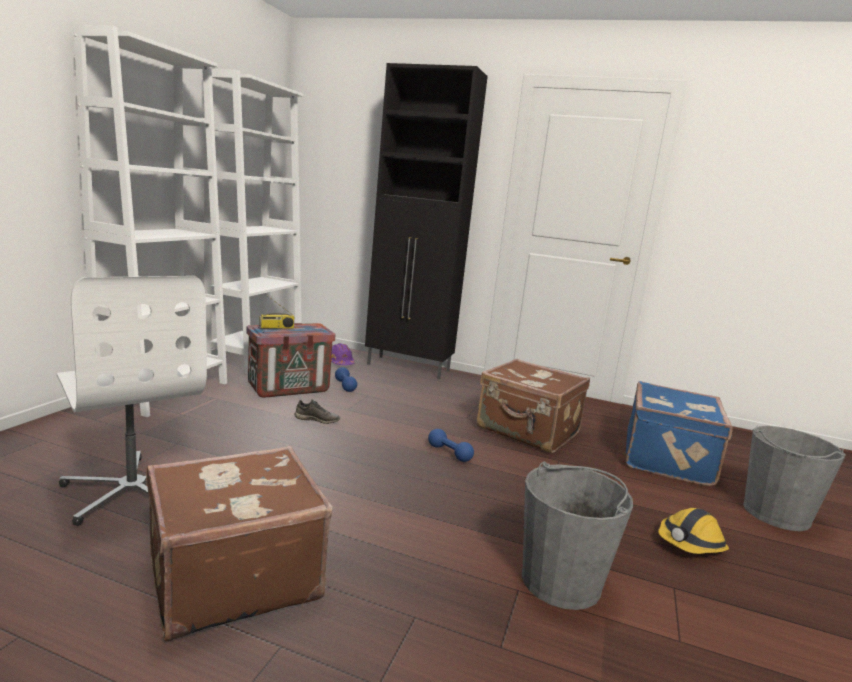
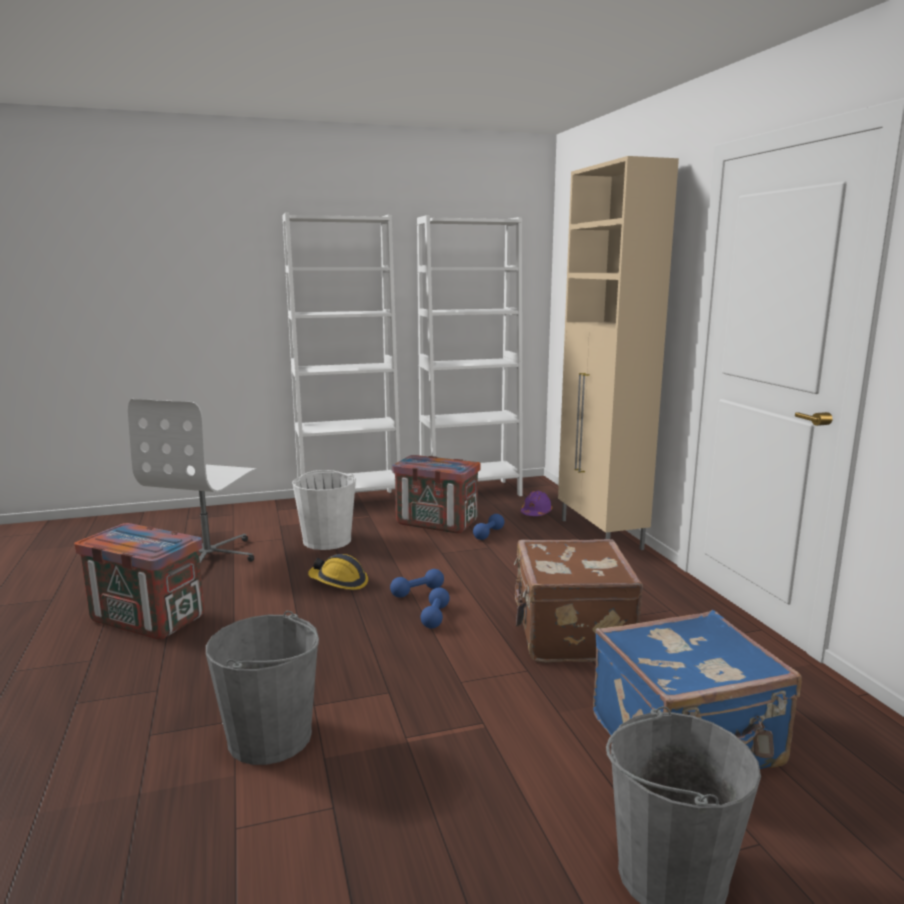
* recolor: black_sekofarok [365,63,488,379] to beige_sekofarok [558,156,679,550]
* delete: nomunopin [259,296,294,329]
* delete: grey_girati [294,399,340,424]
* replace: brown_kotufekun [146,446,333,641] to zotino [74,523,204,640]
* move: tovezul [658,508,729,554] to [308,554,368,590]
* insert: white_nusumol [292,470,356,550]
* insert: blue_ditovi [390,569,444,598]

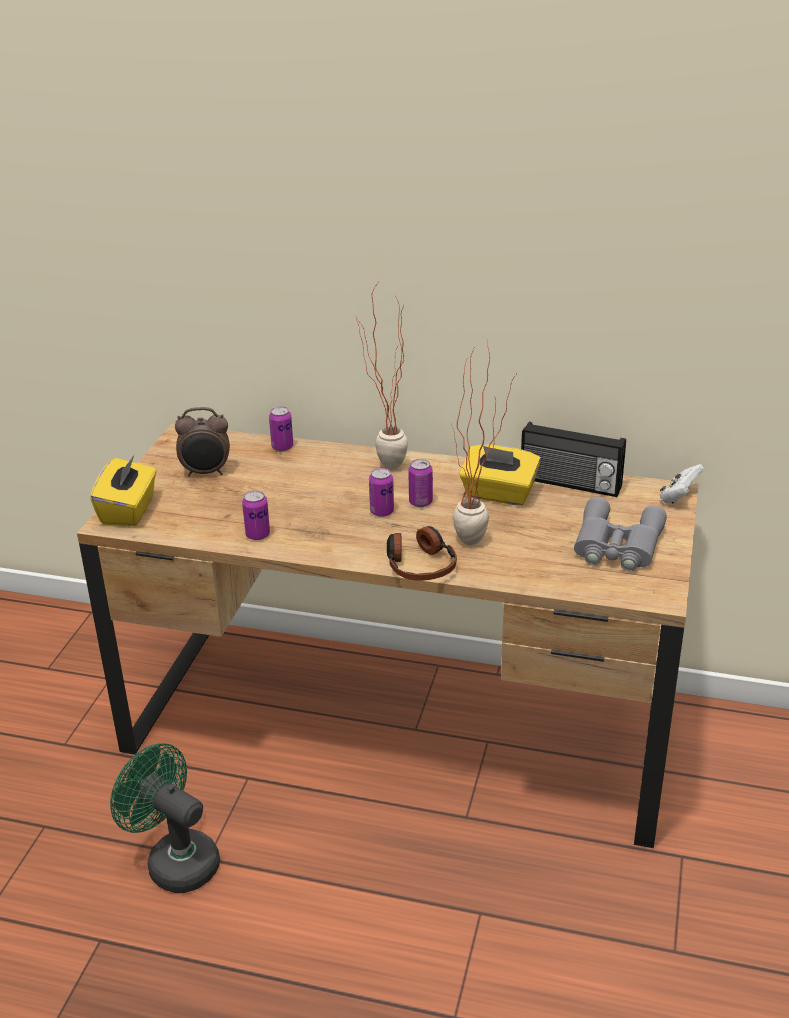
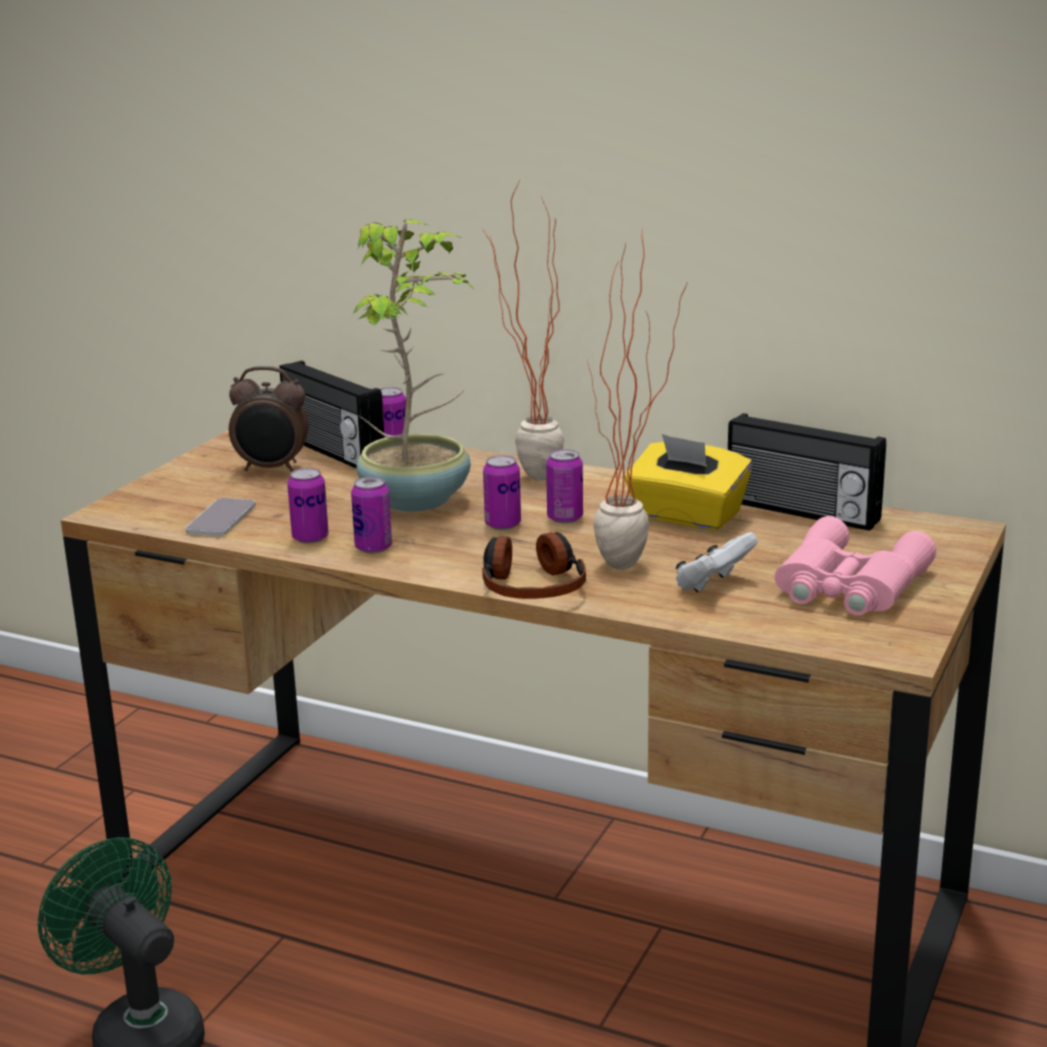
* delete: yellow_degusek [90,455,157,526]
* move: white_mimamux [660,464,704,504] to [676,532,758,592]
* recolor: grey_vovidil [574,497,667,571] to pink_vovidil [775,516,936,615]
* insert: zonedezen [352,219,474,512]
* insert: nomunopin [279,361,385,469]
* insert: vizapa [351,476,392,553]
* insert: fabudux [185,498,255,536]

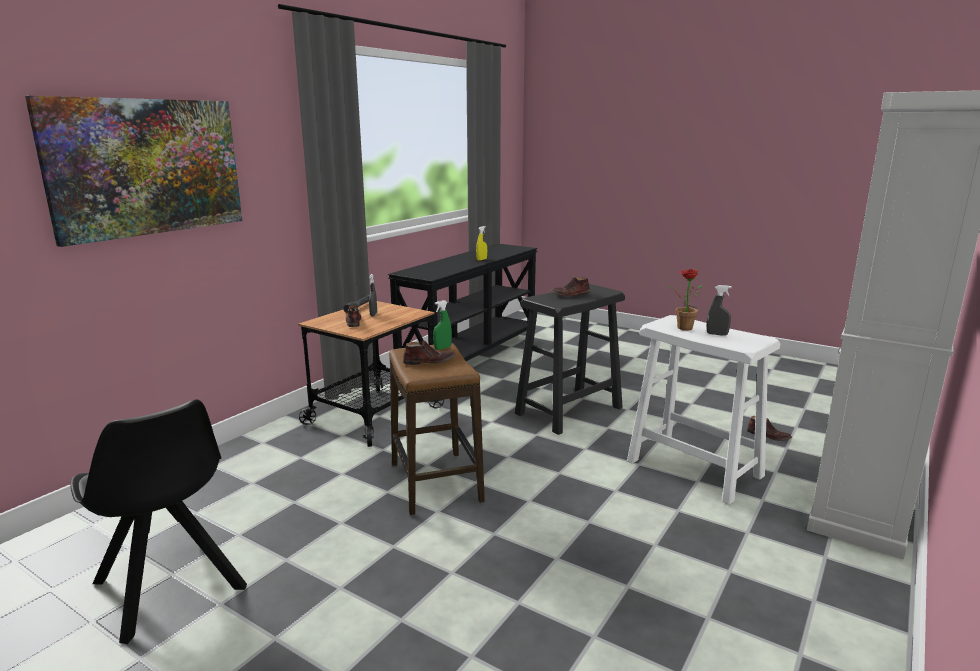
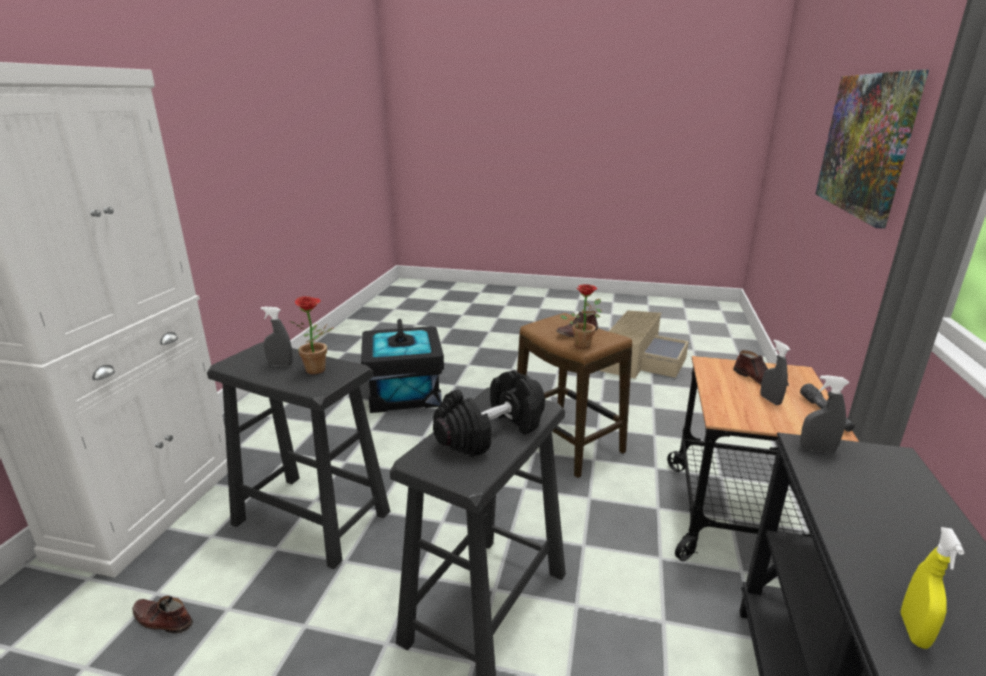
* replace: brown_girati [551,277,590,297] to black_ditovi [433,370,545,457]
* replace: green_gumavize [433,300,452,350] to zonedezen [560,284,602,349]
* recolor: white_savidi [627,315,780,505] to black_savidi [207,342,391,569]
* replace: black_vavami [70,399,247,644] to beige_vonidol [600,310,689,379]
* insert: black_vonidol [361,319,444,413]
* insert: grey_gumavize [800,375,849,453]

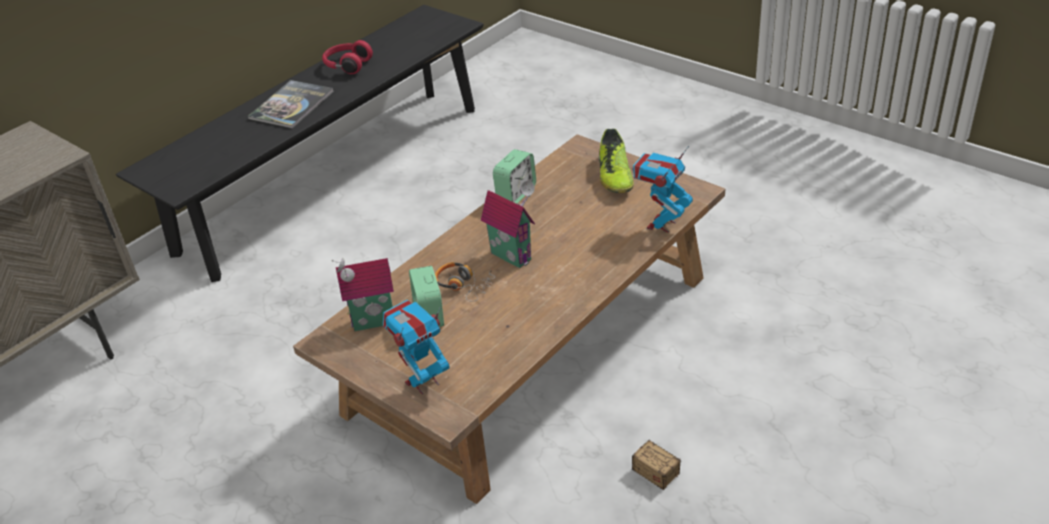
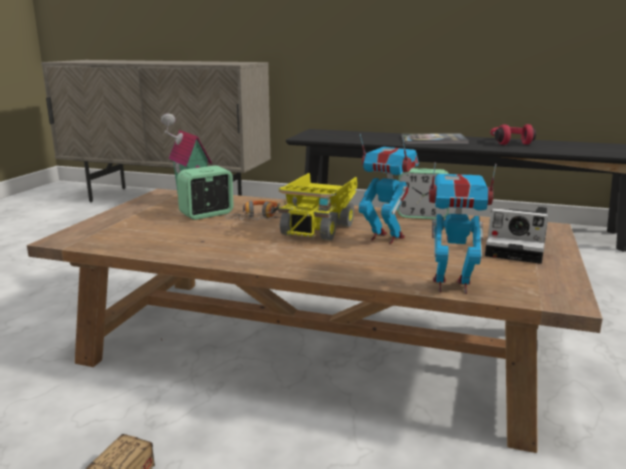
* replace: girati [599,129,634,193] to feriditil [485,207,548,264]
* replace: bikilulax [481,181,535,268] to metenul [278,173,357,241]
* move: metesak [383,300,450,395] to [359,134,419,244]

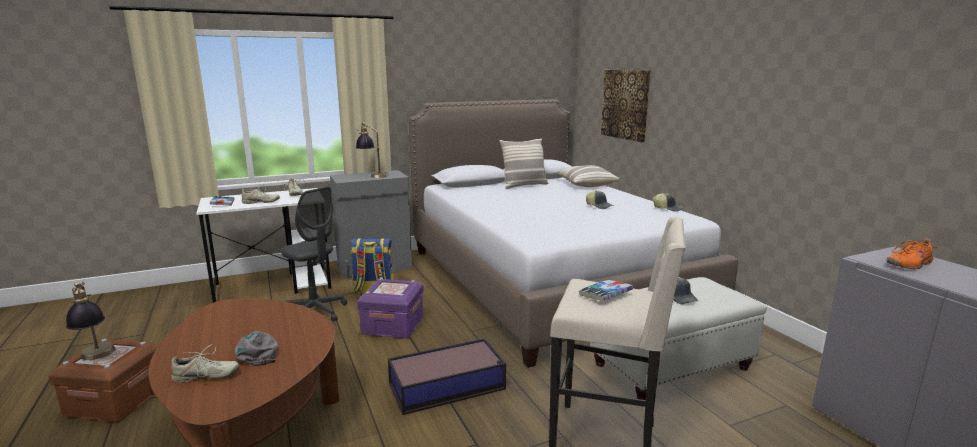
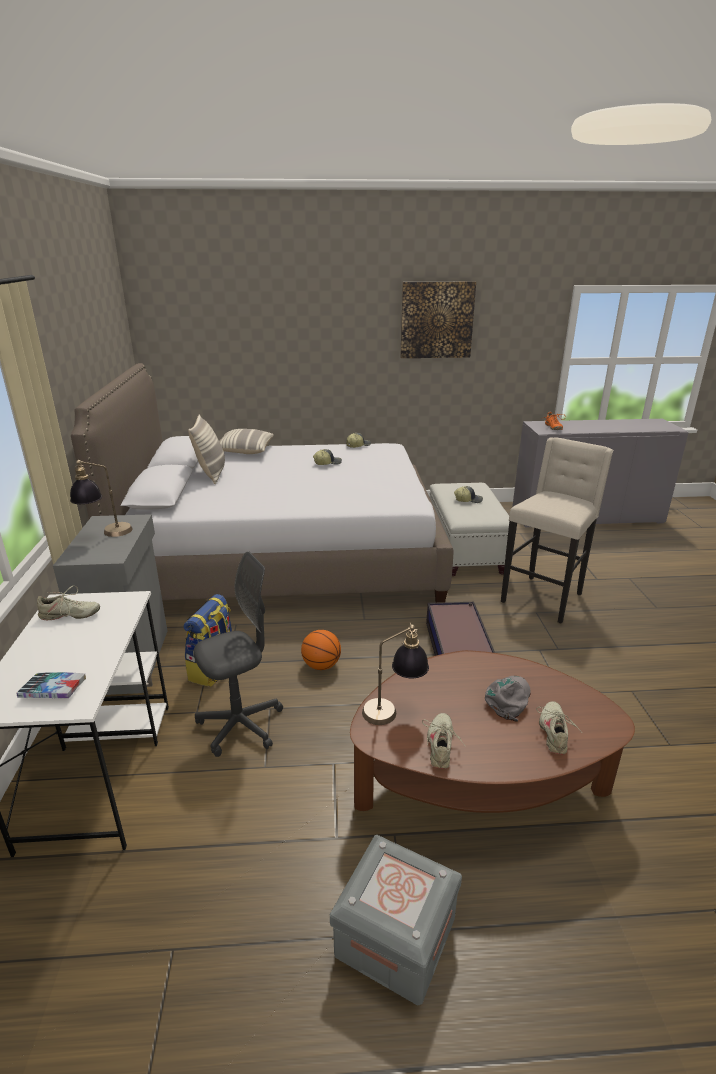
* move: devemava [601,70,651,142] to [400,282,476,358]
* move: beige_girati [241,185,280,204] to [422,713,465,769]
* replace: purple_vonidol [357,278,424,338] to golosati [301,630,341,670]
* delete: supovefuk [579,280,633,301]
* move: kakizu [66,282,115,360] to [362,623,429,725]
* rotate: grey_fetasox [235,331,278,366] = [485,676,531,722] 120 degrees clockwise
* recolor: brown_vonidol [48,339,159,422] to grey_vonidol [330,835,462,1006]

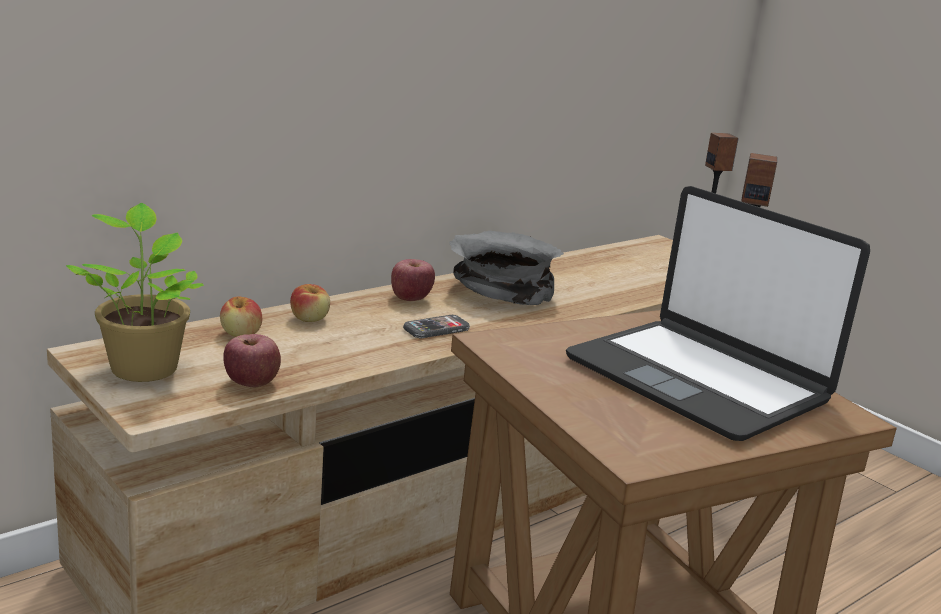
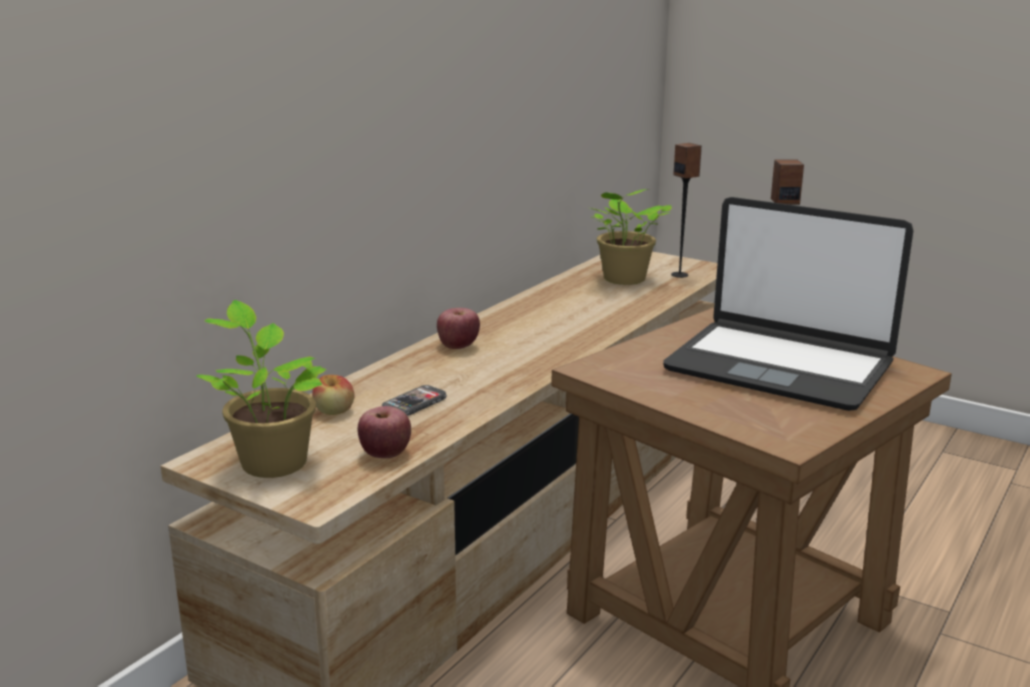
* delete: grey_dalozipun [449,231,564,305]
* delete: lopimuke [290,284,330,322]
* move: fabudux [403,315,470,338] to [382,385,447,416]
* insert: zonedezen [590,189,672,285]

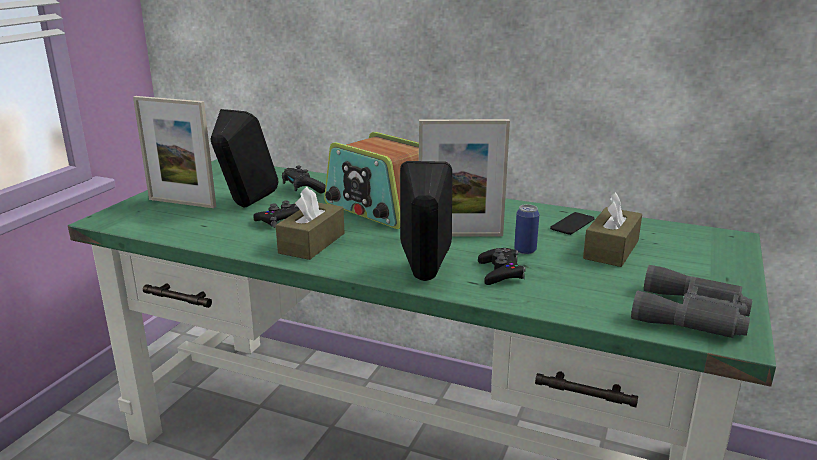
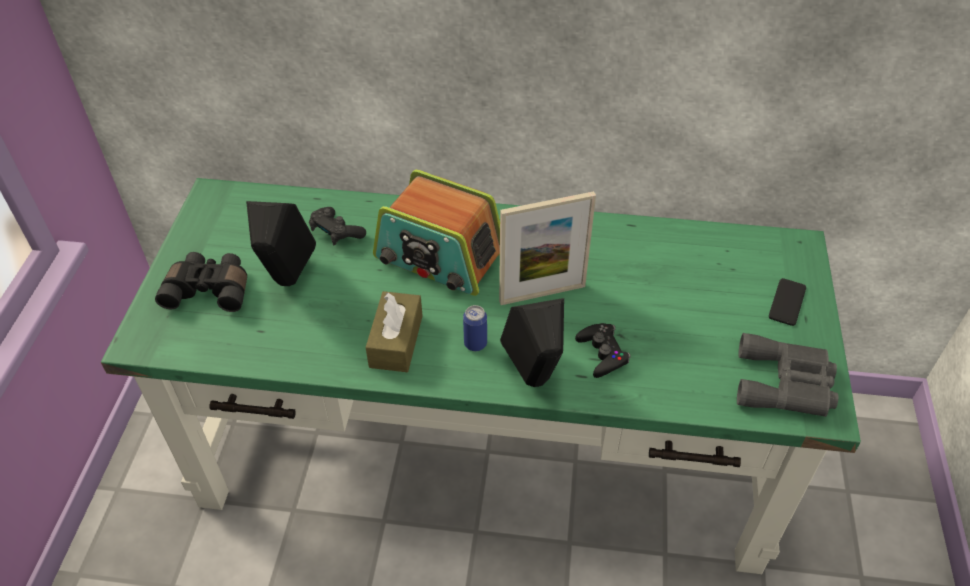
* replace: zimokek [133,96,216,208] to black_vovidil [155,252,247,312]
* delete: brown_degusek [583,192,642,267]
* delete: black_mimamux [253,200,300,228]
* move: vizapa [514,204,539,254] to [463,305,487,351]
* move: fabudux [550,212,595,235] to [769,278,806,326]

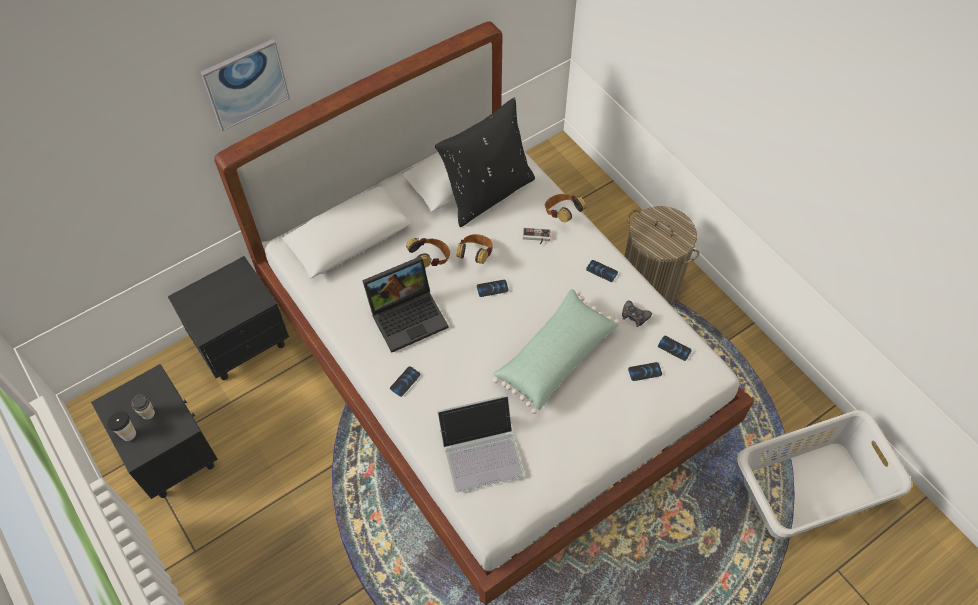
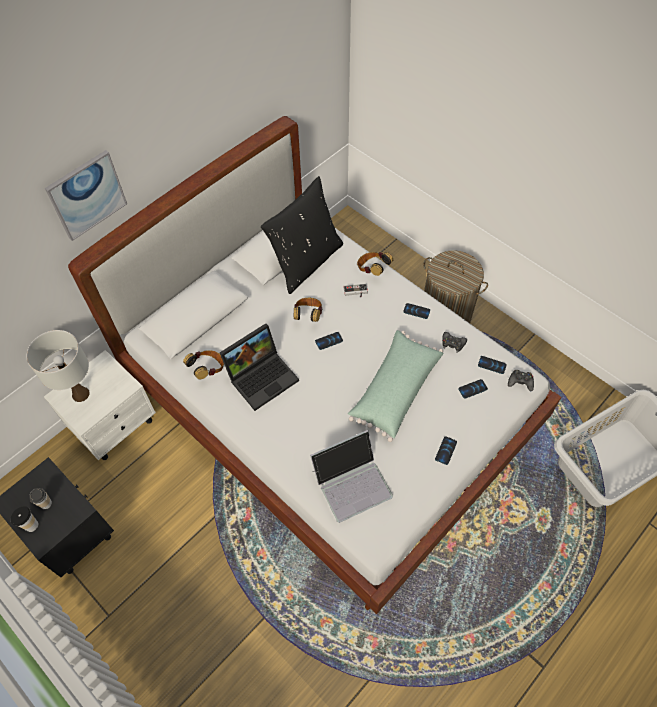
* move: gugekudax [406,238,450,268] to [183,350,224,379]
* recolor: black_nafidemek [168,256,289,380] to white_nafidemek [44,350,156,460]
* move: fabudux [390,366,420,397] to [435,436,457,465]
* insert: white_kakizu [27,330,90,402]
* insert: black_mimamux [508,370,534,391]

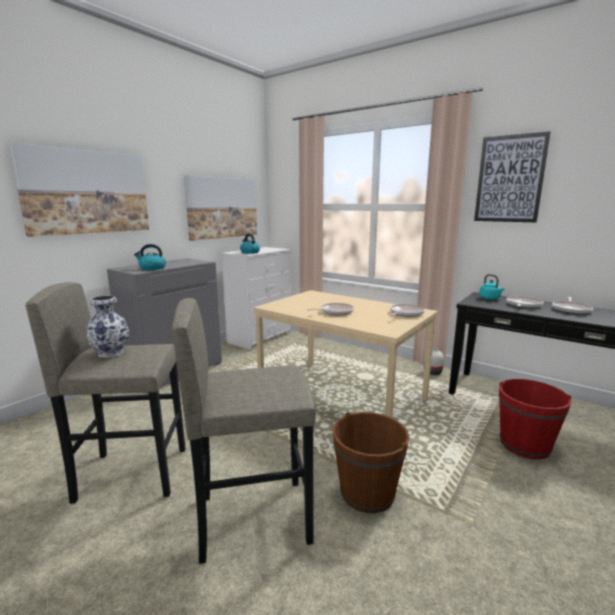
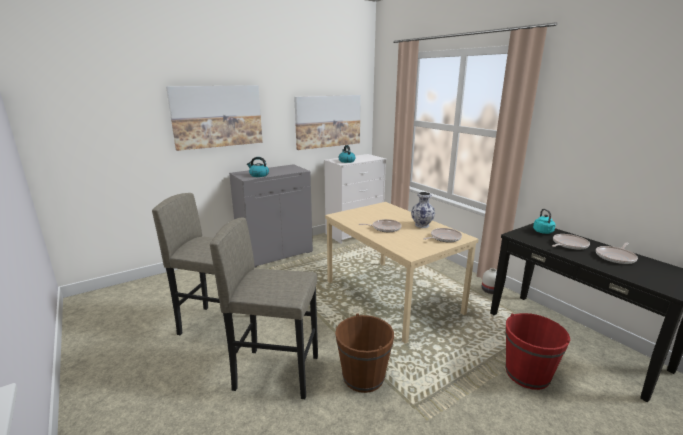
* delete: devemava [474,131,551,222]
* move: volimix [86,296,129,358] to [411,192,435,228]

